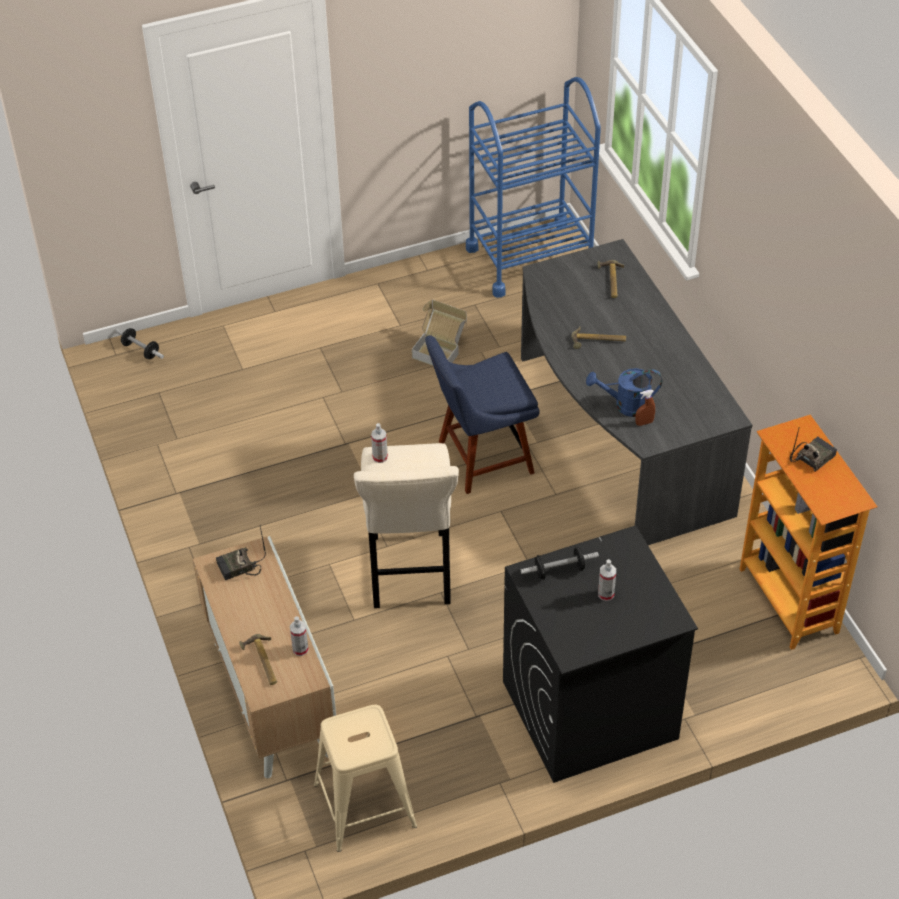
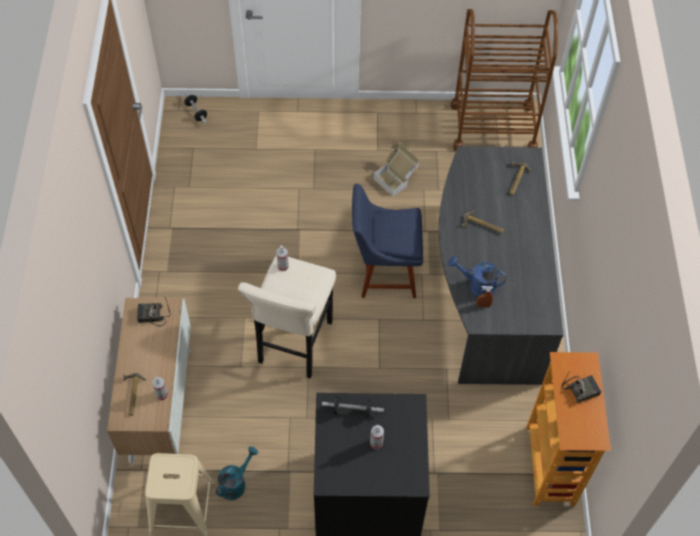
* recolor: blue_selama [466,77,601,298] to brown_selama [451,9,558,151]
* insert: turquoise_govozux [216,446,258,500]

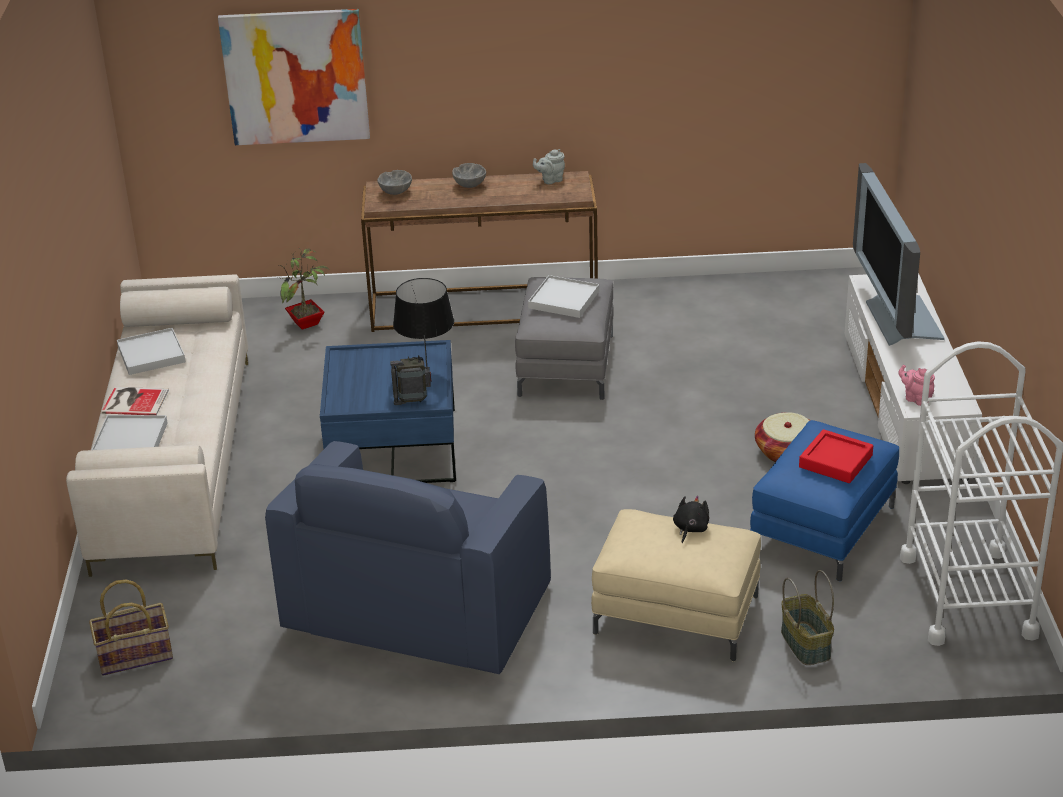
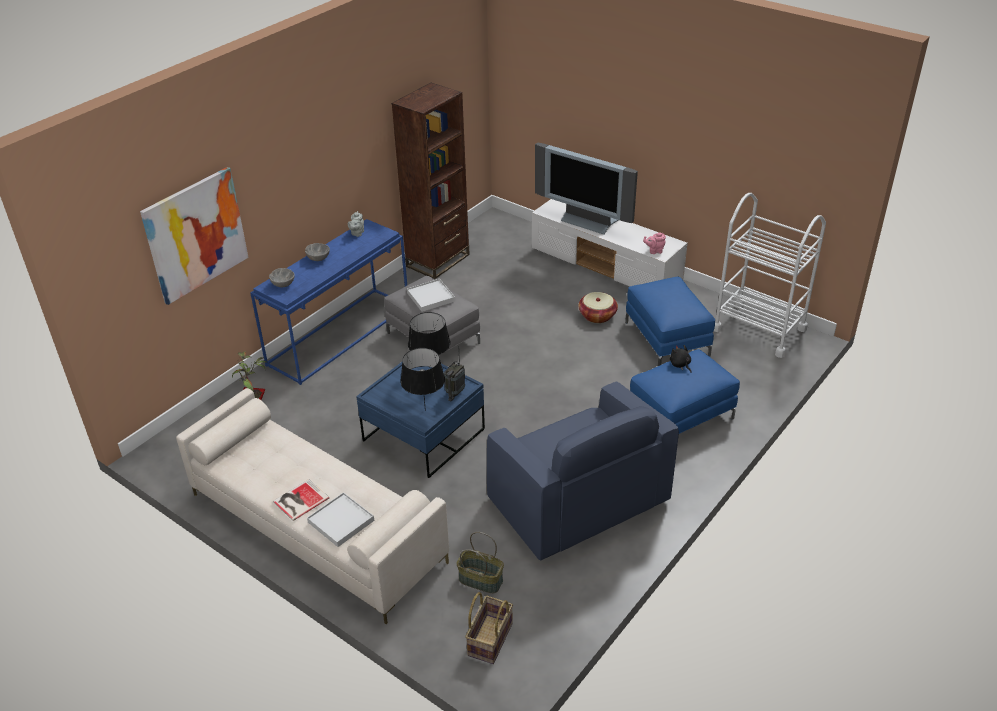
* recolor: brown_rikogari [361,171,598,332] to blue_rikogari [250,219,407,385]
* delete: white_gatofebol [117,328,186,375]
* delete: red_gatofebol [799,429,873,483]
* recolor: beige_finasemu [591,509,761,661] to blue_finasemu [630,349,740,434]
* move: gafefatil [781,570,834,665] to [457,532,504,593]
* insert: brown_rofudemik [392,83,470,279]
* insert: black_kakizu [400,348,445,411]

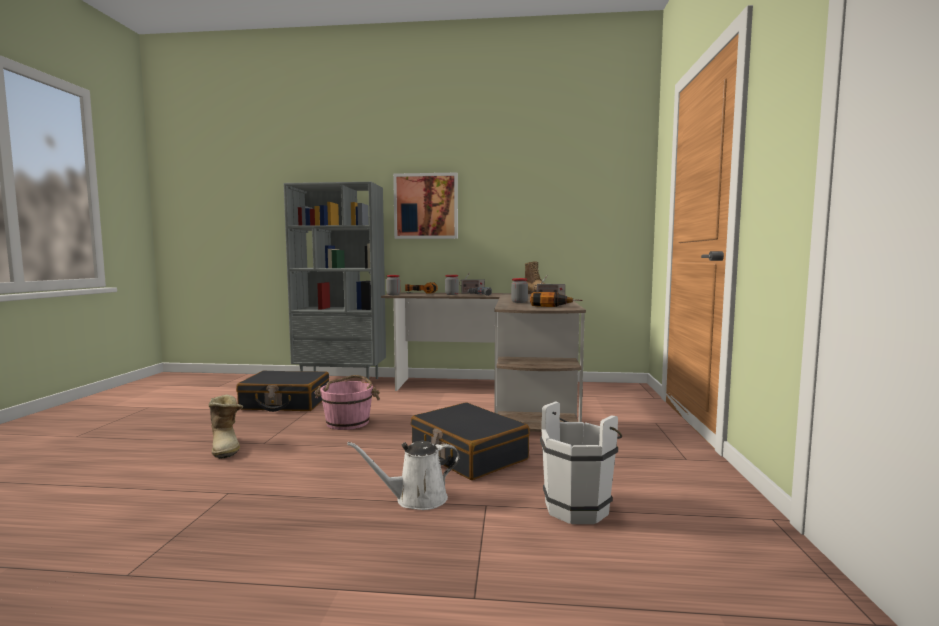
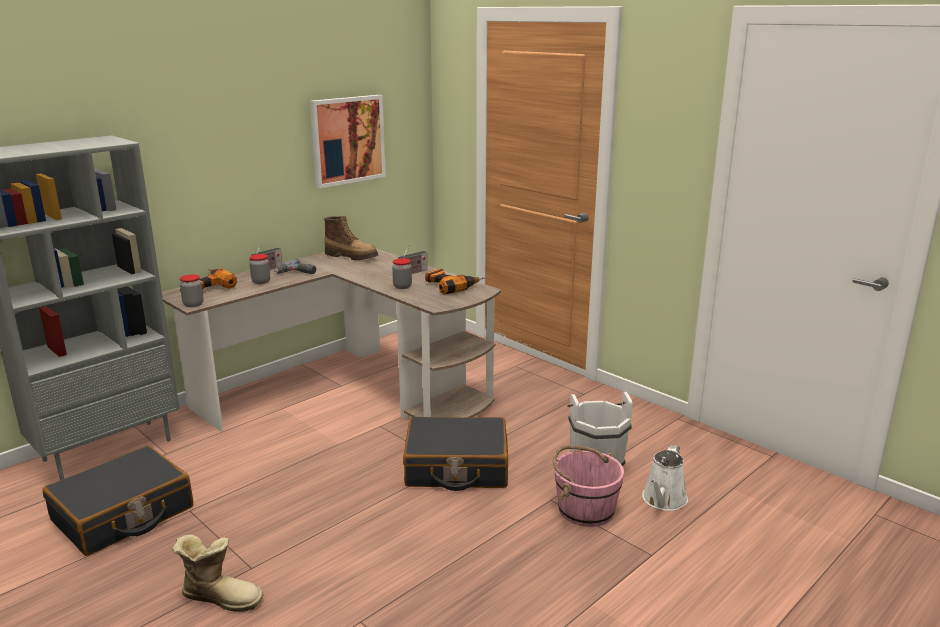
* move: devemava [393,173,458,239] to [310,95,386,189]
* move: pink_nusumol [314,375,380,430] to [553,445,624,527]
* move: white_govozux [347,441,459,510] to [642,445,688,511]

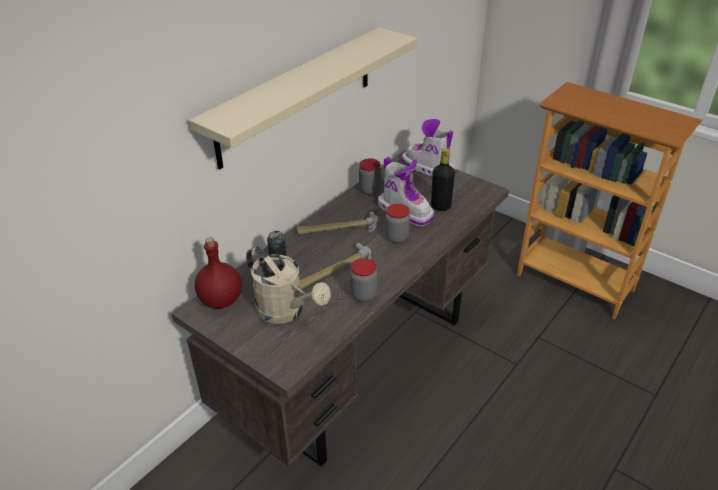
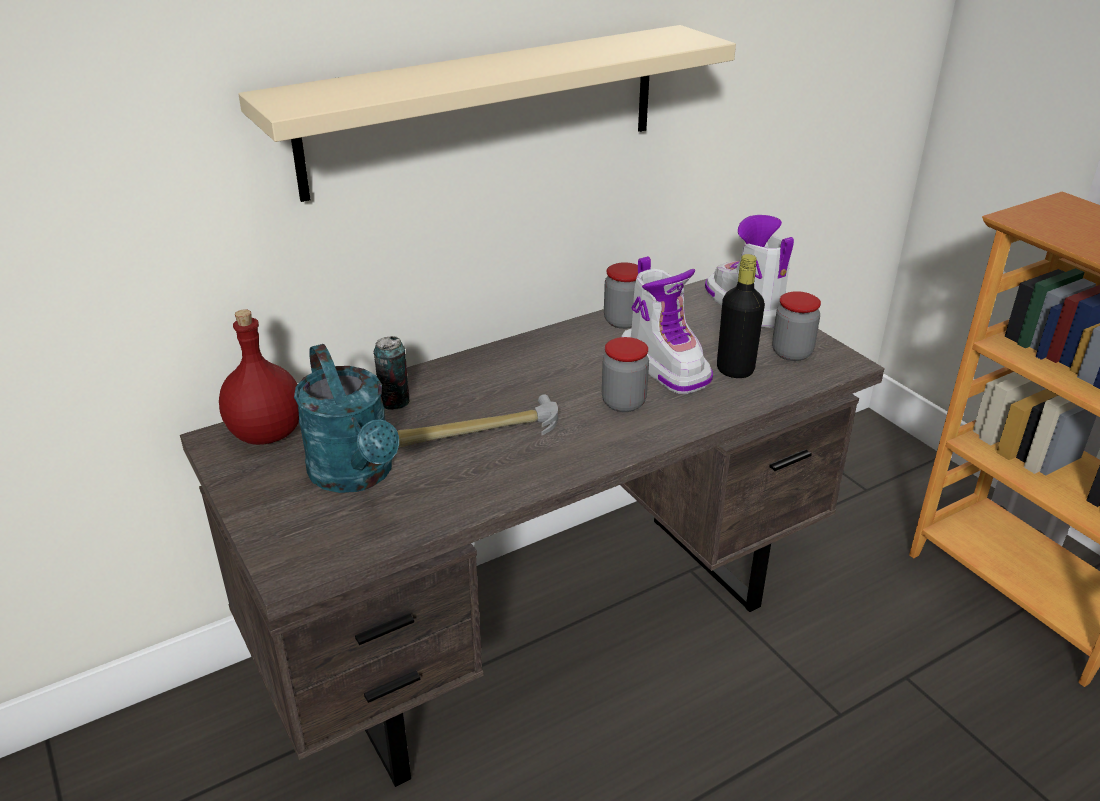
* delete: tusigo [297,211,378,235]
* recolor: beige_govozux [246,246,331,324] to turquoise_govozux [294,344,399,493]
* move: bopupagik [350,258,377,302] to [772,291,821,361]

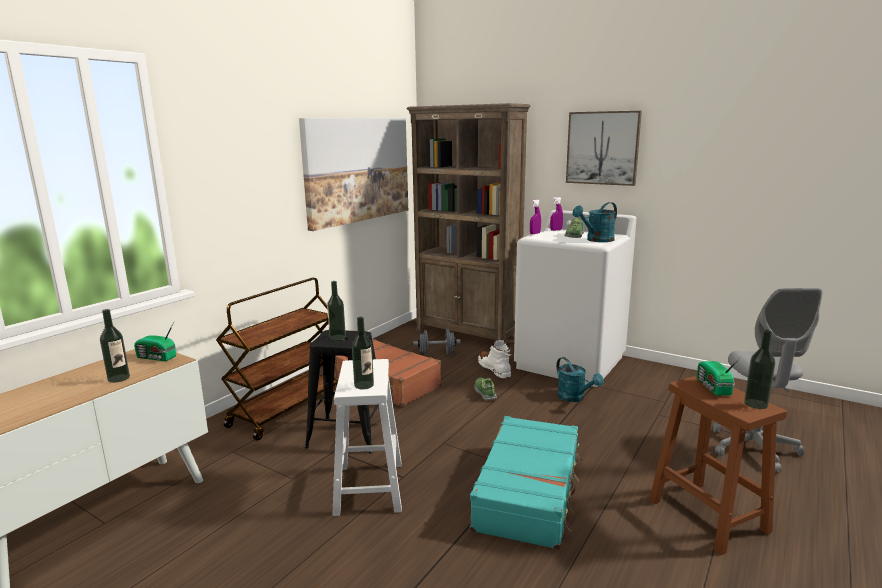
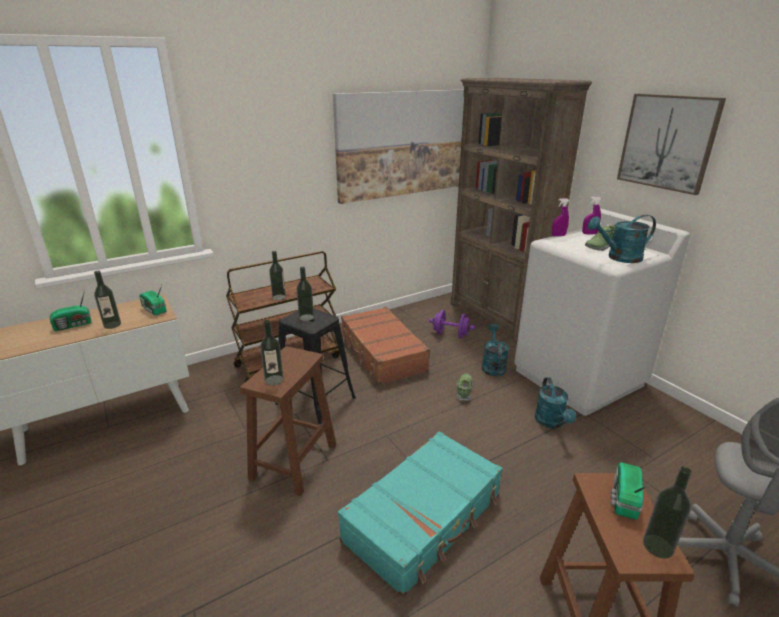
* recolor: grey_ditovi [413,329,461,356] to purple_ditovi [429,310,475,338]
* replace: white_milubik [478,340,512,378] to turquoise_govozux [482,324,509,376]
* recolor: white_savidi [332,359,402,516] to brown_savidi [240,346,337,496]
* insert: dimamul [269,251,286,300]
* insert: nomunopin [50,290,91,331]

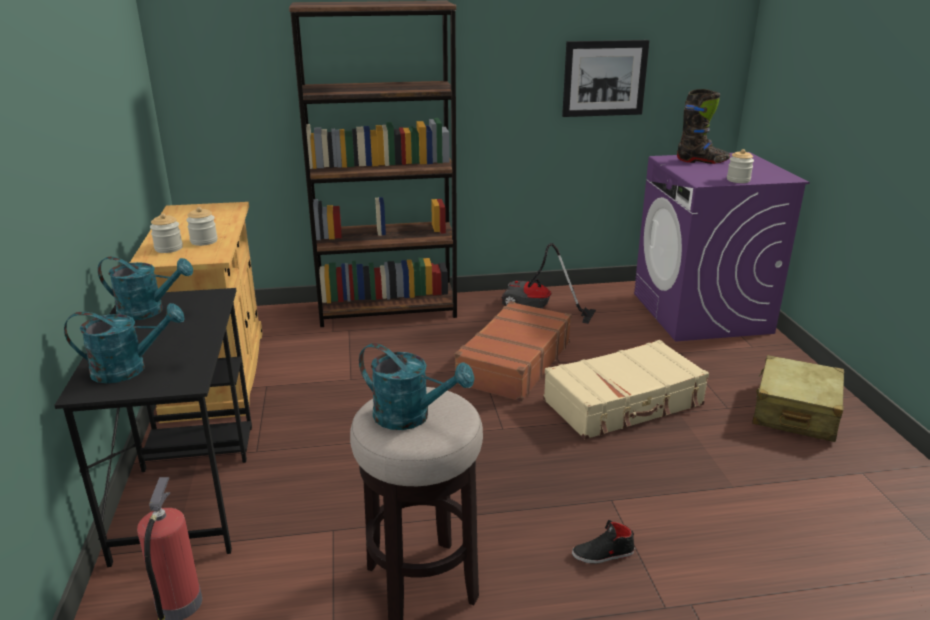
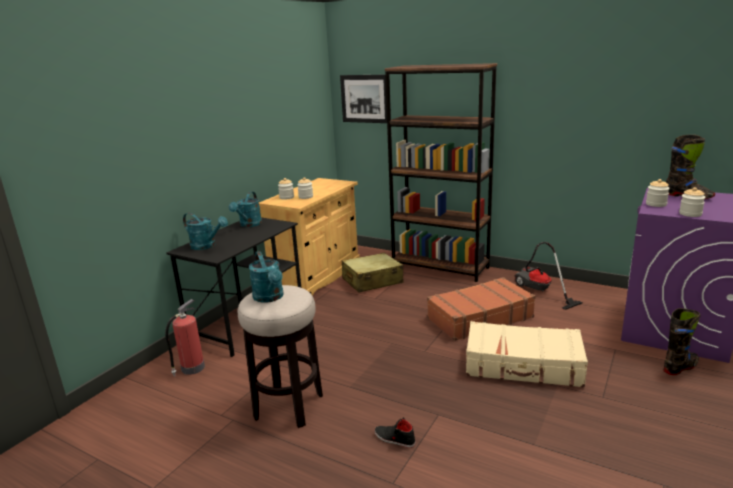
* move: devemava [562,40,650,117] to [340,75,387,123]
* rotate: turquoise_govozux [98,256,193,321] = [229,192,262,227] 60 degrees clockwise
* move: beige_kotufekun [752,355,844,442] to [342,253,404,292]
* insert: bopupagik [646,179,670,207]
* insert: black_milubik [664,308,700,375]

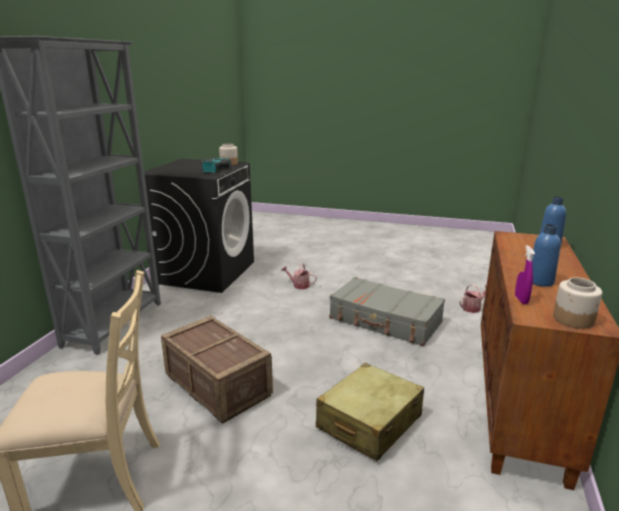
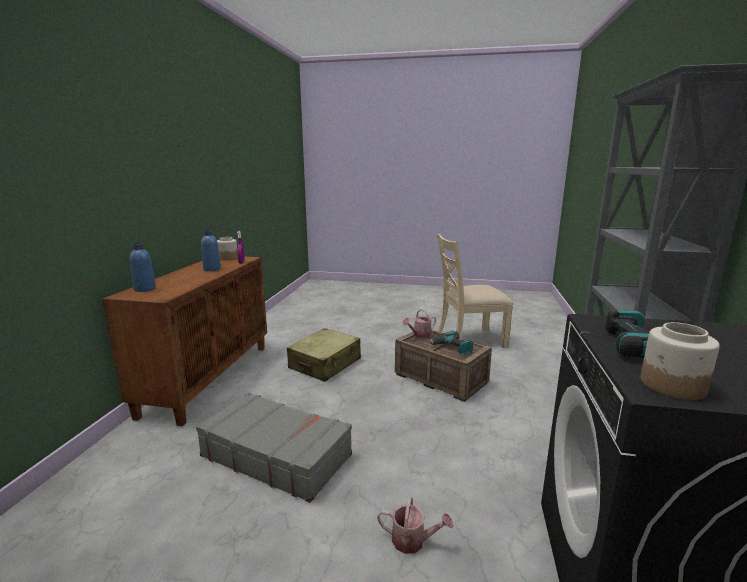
* move: govozux [460,284,486,313] to [403,309,436,338]
* insert: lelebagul [428,331,473,355]

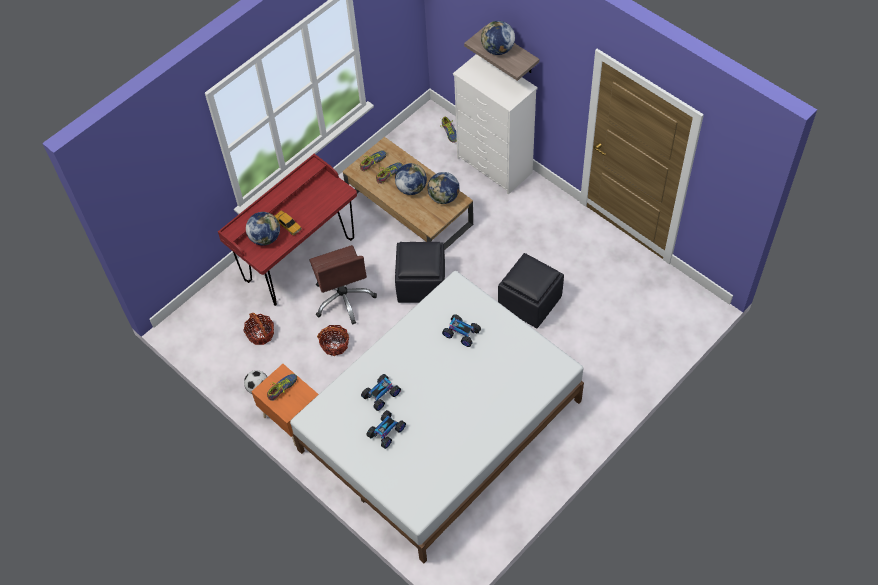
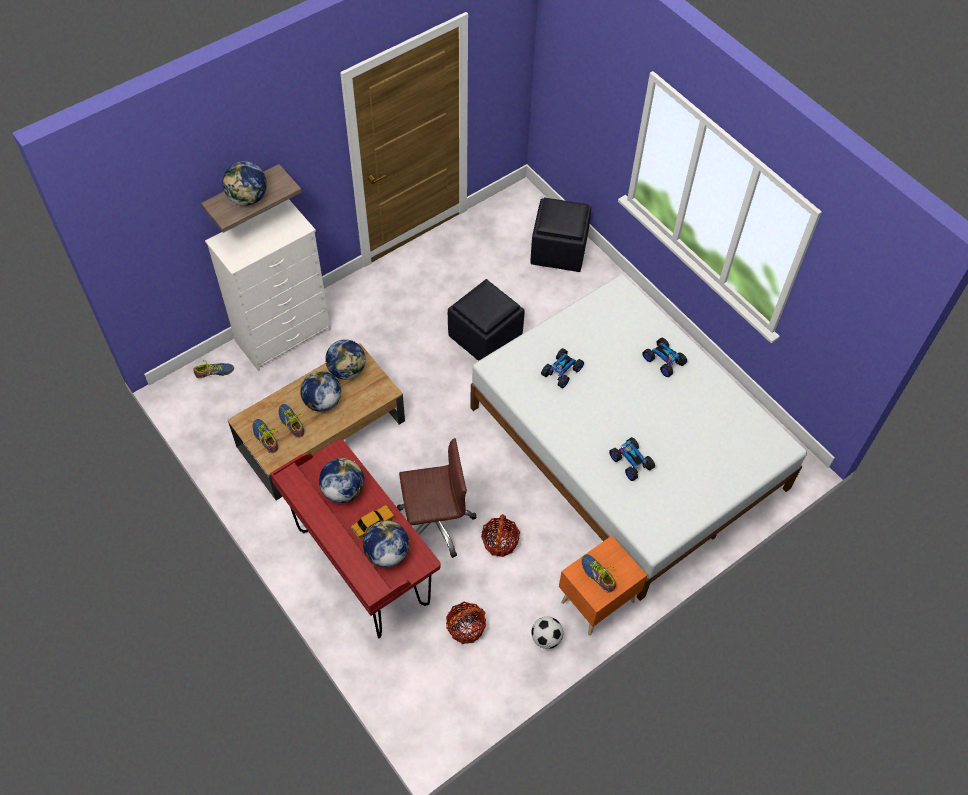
* move: black_finasemu [395,242,445,303] to [530,197,591,272]
* move: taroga [366,410,406,449] to [642,338,687,377]
* insert: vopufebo [319,458,364,503]

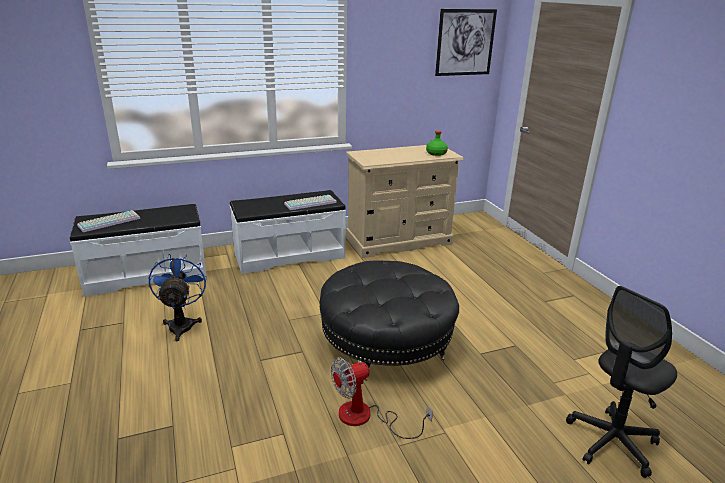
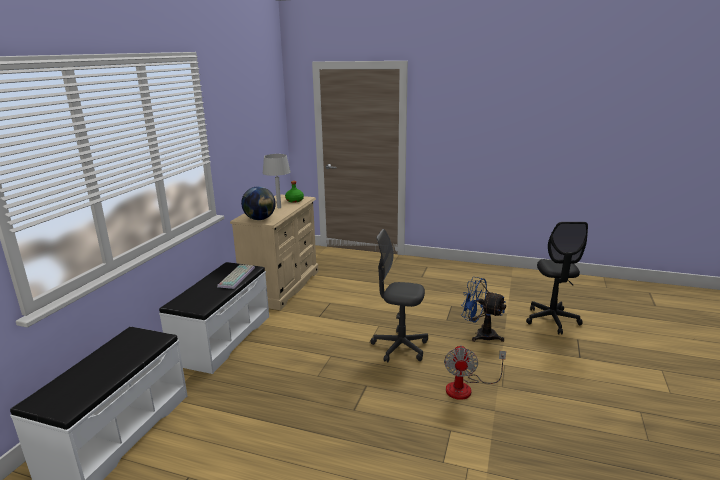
* delete: devemava [435,9,497,76]
* delete: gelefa [77,210,140,232]
* move: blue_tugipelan [149,254,207,341] to [461,277,506,342]
* replace: black_finasemu [320,261,459,381] to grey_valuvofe [370,229,428,362]
* insert: grey_kakizu [262,154,291,208]
* insert: vopufebo [241,186,276,220]

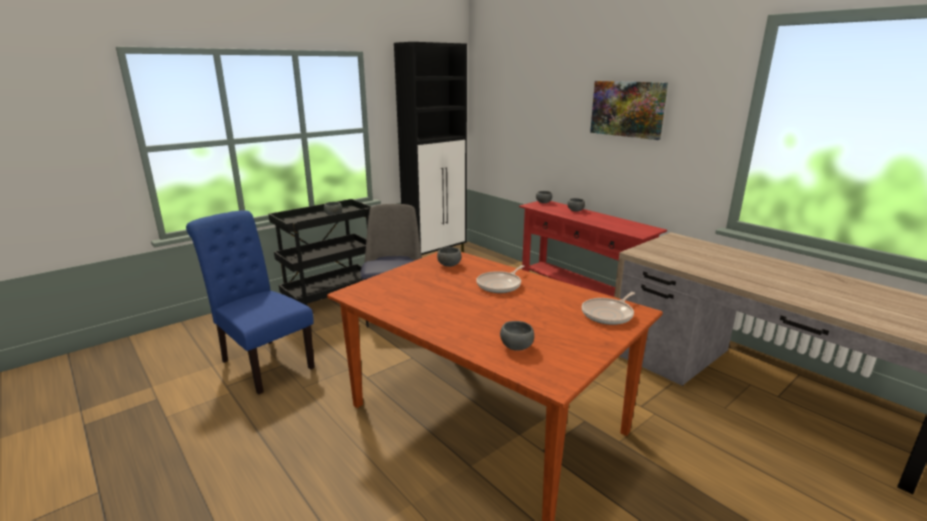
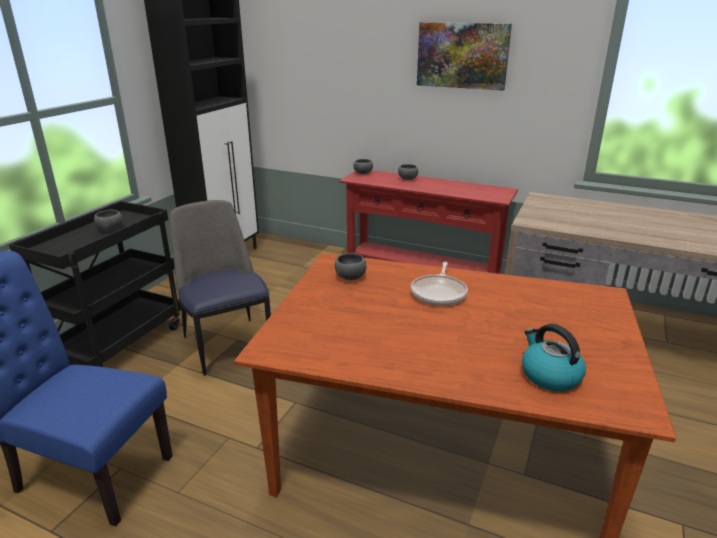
* delete: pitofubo [582,292,635,325]
* replace: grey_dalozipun [500,321,534,351] to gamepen [522,324,586,391]

